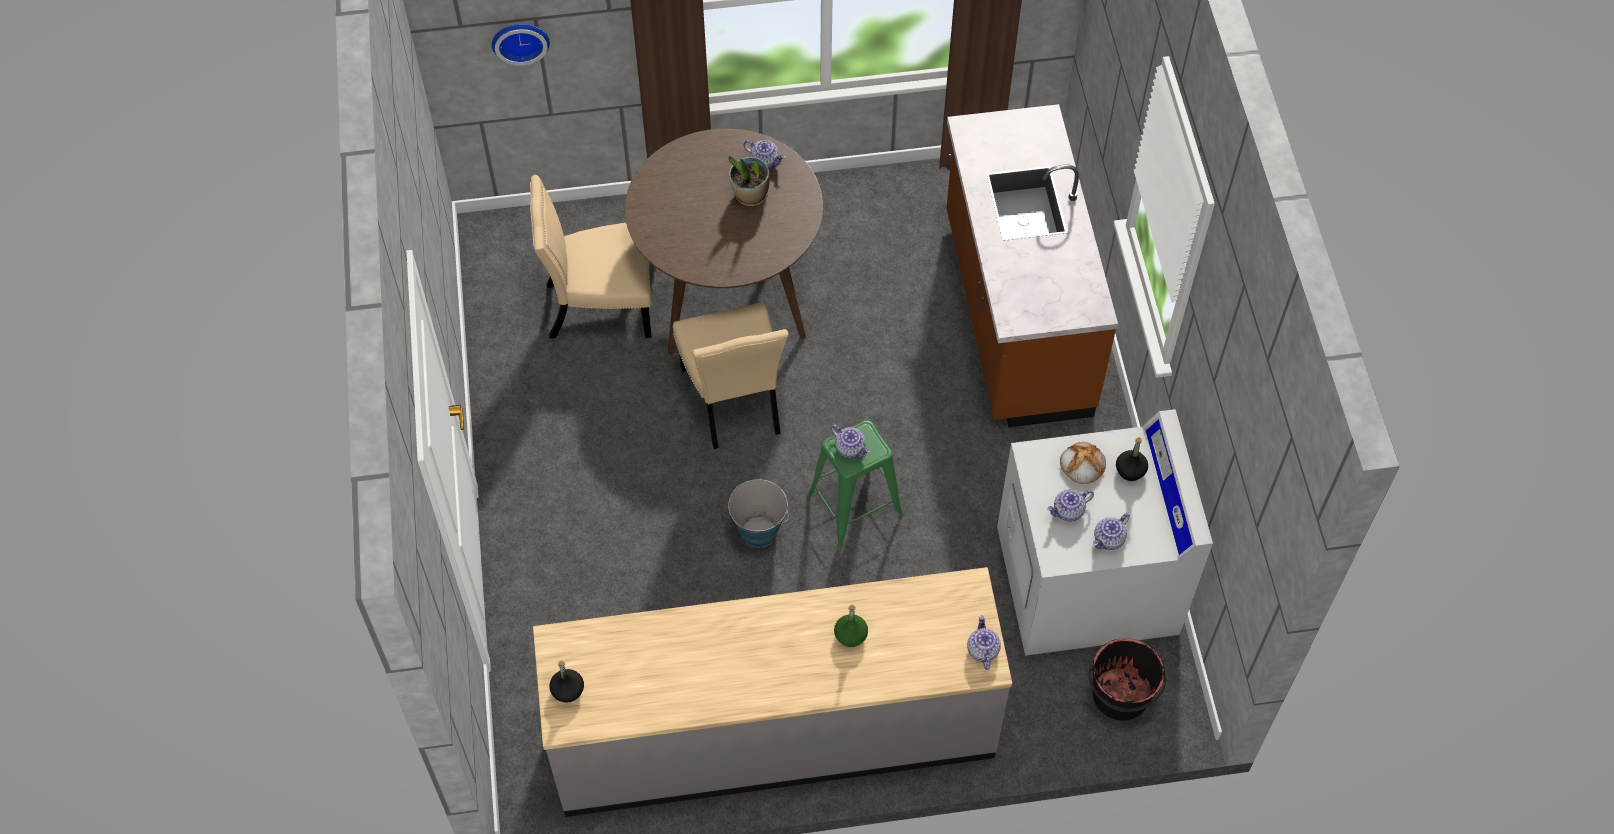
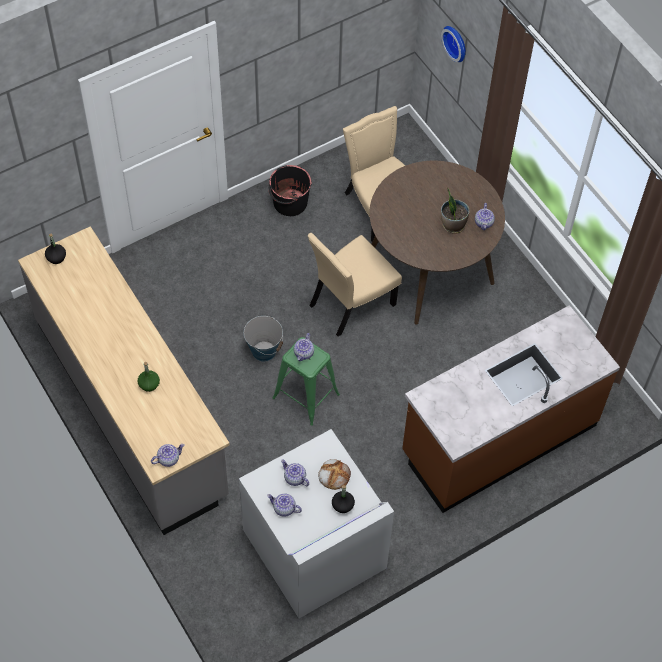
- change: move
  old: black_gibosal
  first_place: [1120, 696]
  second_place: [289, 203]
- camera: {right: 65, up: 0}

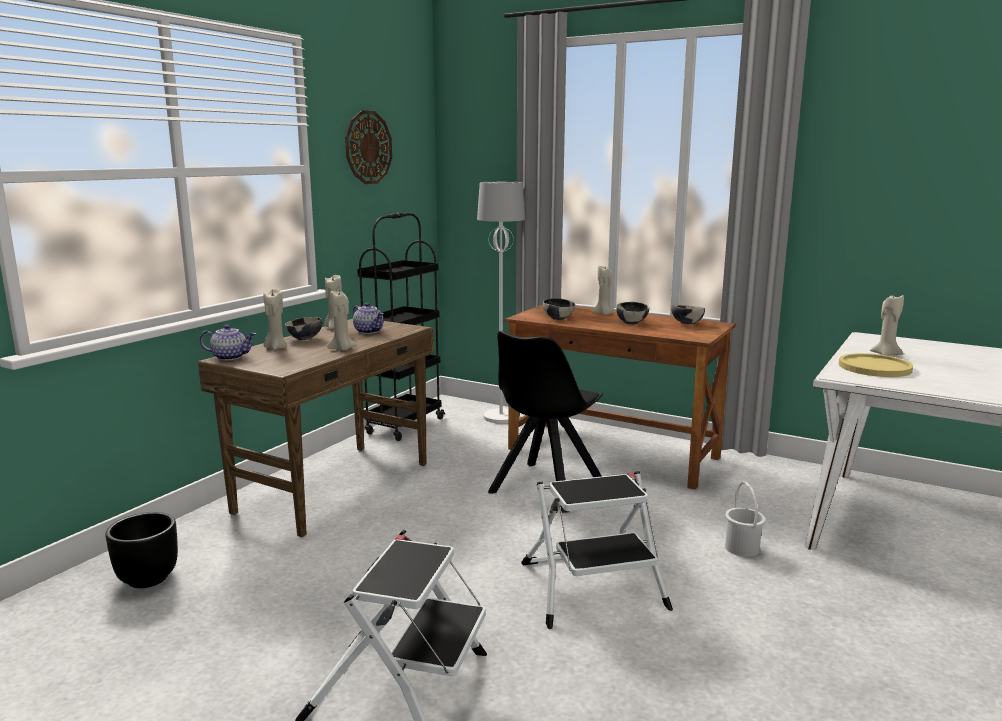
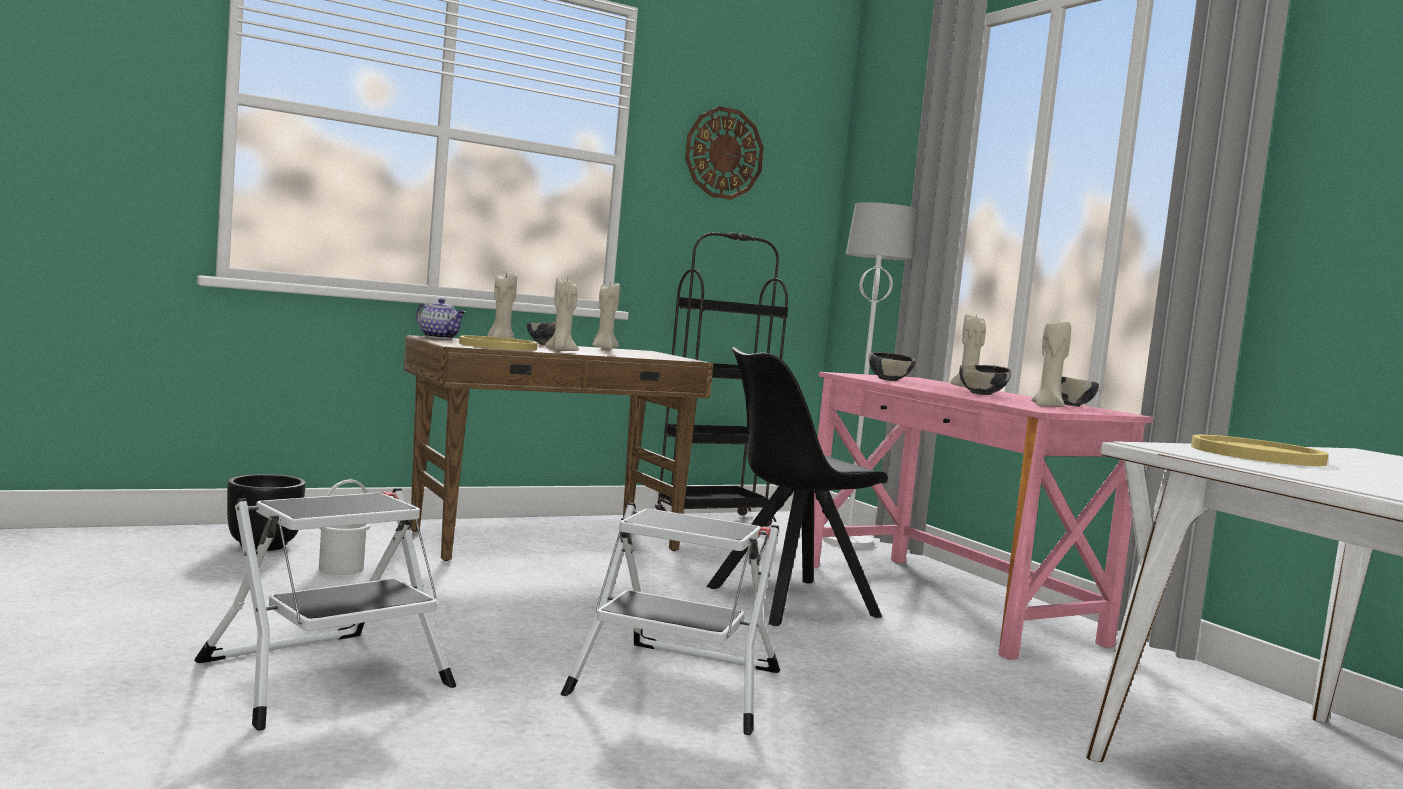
- change: delete
  old: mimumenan
  first_place: [369, 331]
- change: recolor
  old: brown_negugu
  new: pink_negugu
  first_place: [613, 453]
  second_place: [946, 602]
- change: move
  old: white_gibosal
  first_place: [741, 548]
  second_place: [340, 568]
- change: move
  old: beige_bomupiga
  first_place: [885, 354]
  second_place: [1048, 406]
- change: insert
  new: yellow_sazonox
  second_place: [498, 346]
- camera: {right: 30, up: -10}

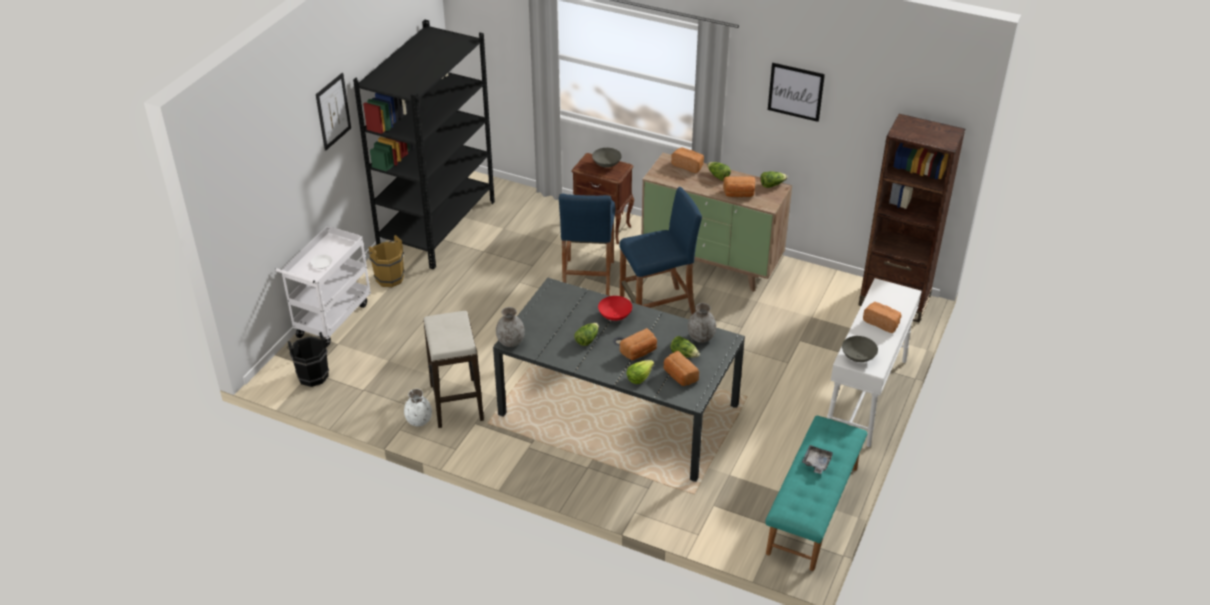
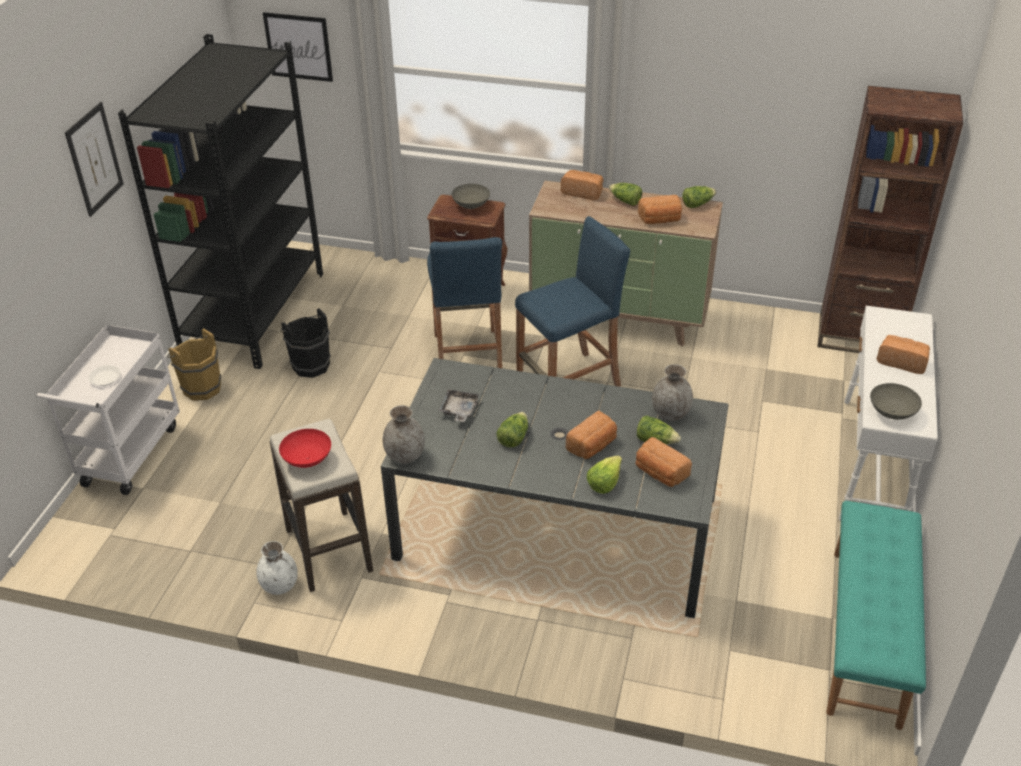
- change: move
  old: black_gibosal
  first_place: [312, 374]
  second_place: [309, 364]
- change: move
  old: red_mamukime
  first_place: [615, 316]
  second_place: [308, 460]
- change: move
  old: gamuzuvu
  first_place: [795, 91]
  second_place: [298, 47]
- change: move
  old: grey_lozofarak
  first_place: [816, 463]
  second_place: [459, 410]
- camera: {right: -10, up: 0}

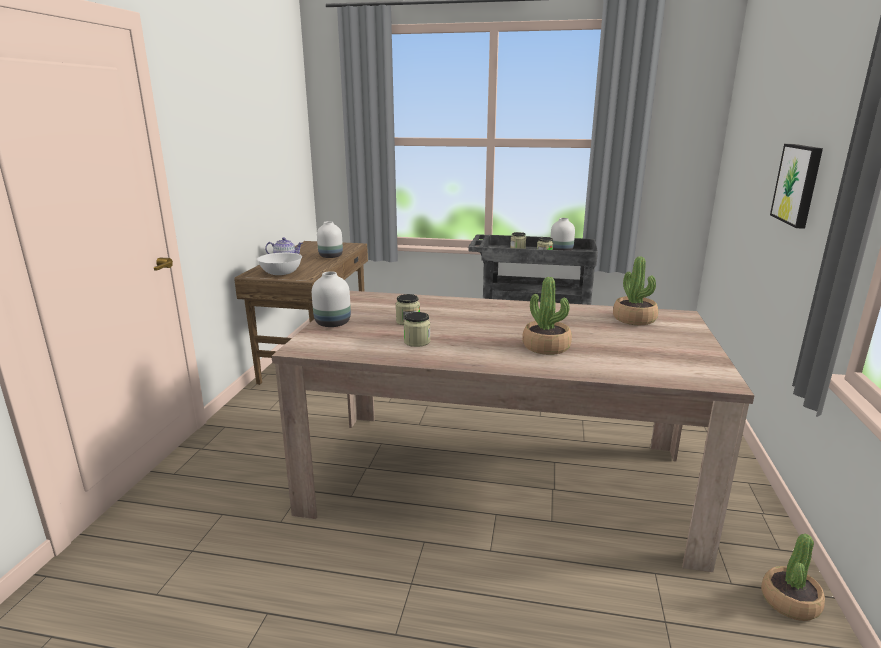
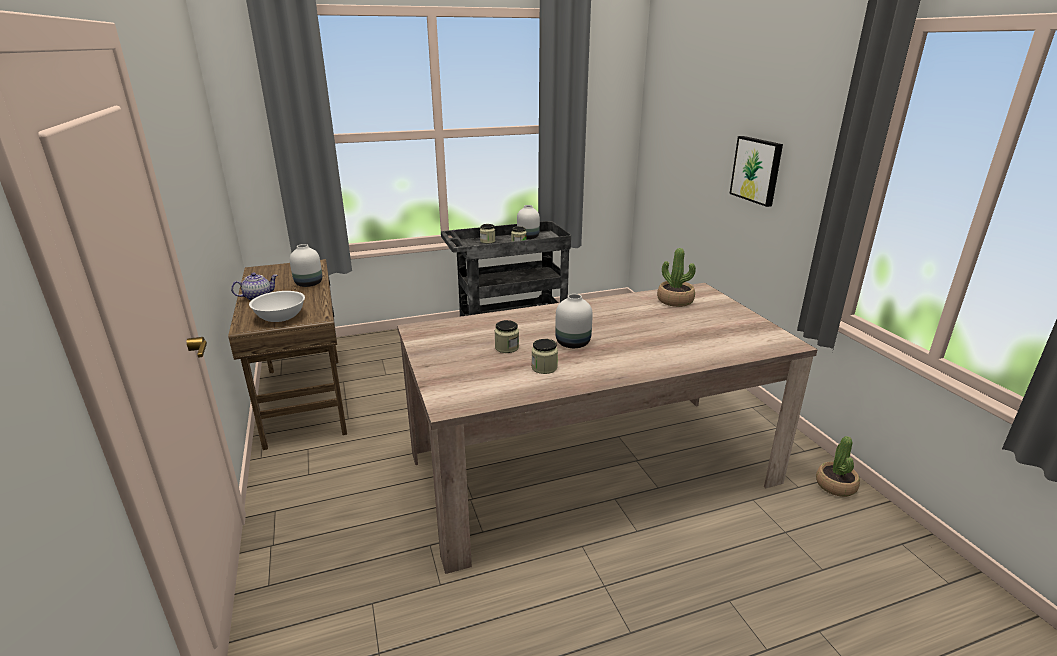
- change: move
  old: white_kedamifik
  first_place: [333, 323]
  second_place: [573, 343]
- change: delete
  old: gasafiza
  first_place: [546, 347]
- camera: {right: -30, up: 5}

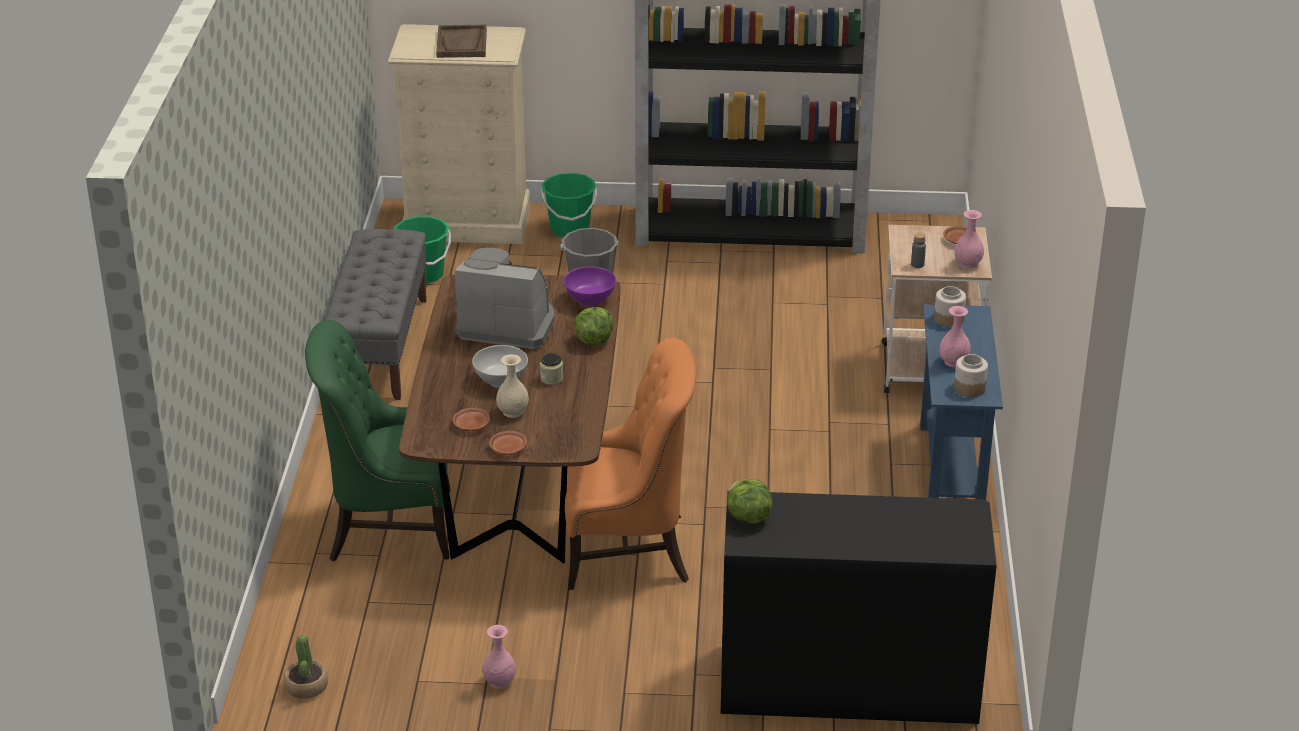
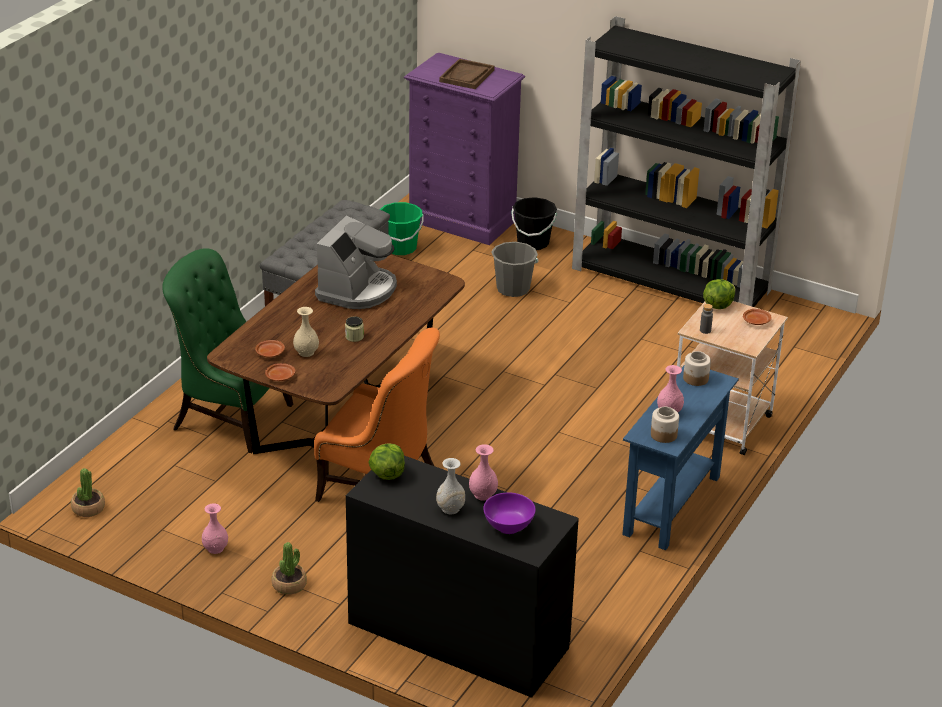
- change: recolor
  old: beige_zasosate
  new: purple_zasosate
  first_place: [468, 223]
  second_place: [462, 219]
- change: rotate
  old: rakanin
  first_place: [507, 325]
  second_place: [357, 290]
  degrees: 75
- change: delete
  old: white_mamukime
  first_place: [500, 380]
- change: recolor
  old: green_gibosal
  new: black_gibosal
  first_place: [569, 229]
  second_place: [533, 243]
- change: move
  old: purple_mamukime
  first_place: [590, 300]
  second_place: [509, 526]
- change: move
  old: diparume
  first_place: [594, 340]
  second_place: [718, 305]
- change: move
  old: pink_kedamifik
  first_place: [968, 263]
  second_place: [483, 494]
- change: insert
  new: gasafiza
  second_place: [289, 585]
- change: insert
  new: white_kedamifik
  second_place: [450, 509]
- camera: {right: 25, up: 0}

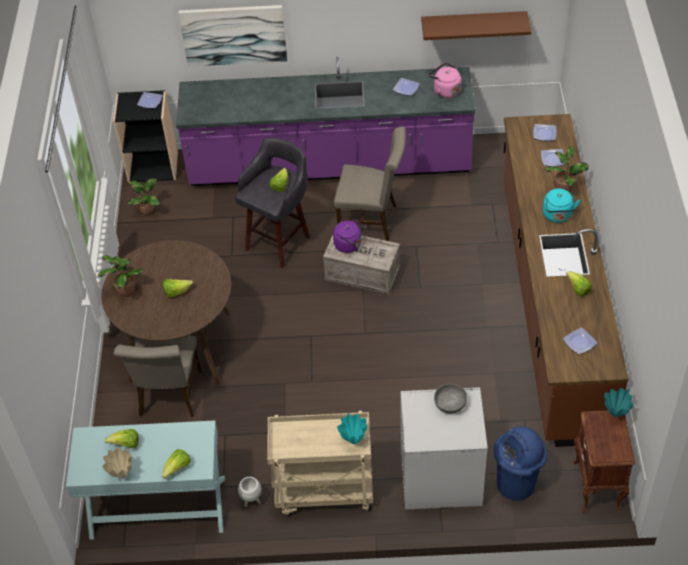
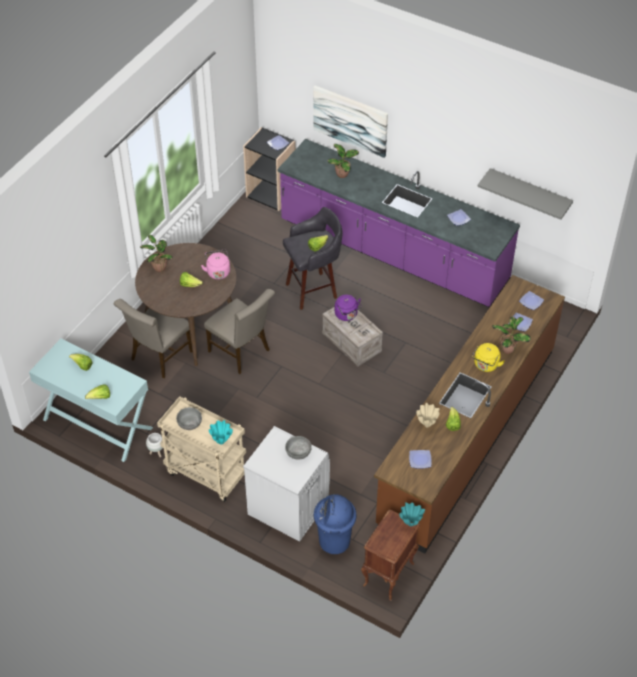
- change: move
  old: beige_kedamifik
  first_place: [122, 475]
  second_place: [427, 425]
- change: move
  old: gasafiza
  first_place: [148, 210]
  second_place: [343, 174]
- change: move
  old: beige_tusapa
  first_place: [372, 220]
  second_place: [242, 352]
- change: recolor
  old: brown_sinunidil
  new: grey_sinunidil
  first_place: [473, 24]
  second_place: [529, 192]
- change: move
  old: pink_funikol
  first_place: [445, 90]
  second_place: [218, 271]
- change: recolor
  old: turquoise_funikol
  new: yellow_funikol
  first_place: [557, 216]
  second_place: [485, 365]
- change: insert
  new: grey_mamukime
  second_place: [189, 423]
- camera: {right: 30, up: 0}

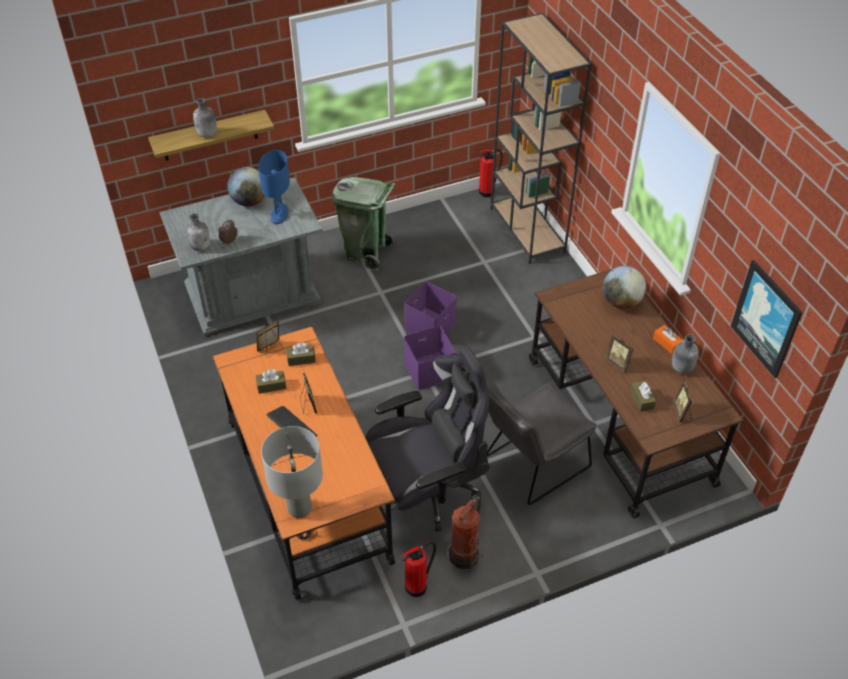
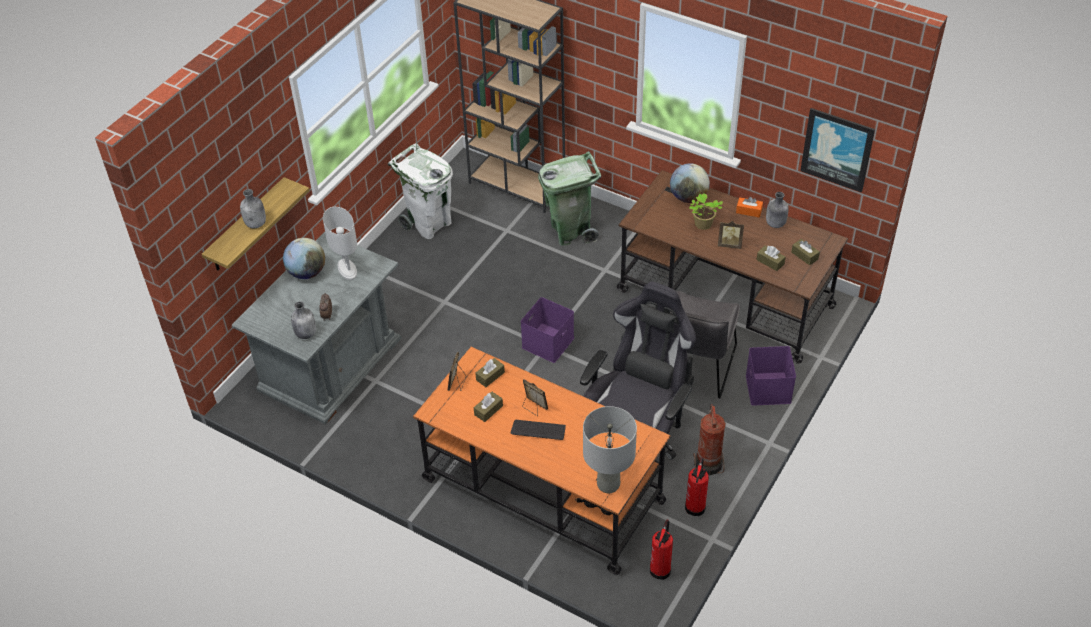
- change: recolor
  old: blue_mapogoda
  new: white_mapogoda
  first_place: [279, 214]
  second_place: [347, 270]
- change: move
  old: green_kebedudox
  first_place: [366, 252]
  second_place: [570, 231]
- change: move
  old: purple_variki
  first_place: [430, 325]
  second_place: [767, 388]
- change: move
  old: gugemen
  first_place: [488, 191]
  second_place: [661, 568]
- change: replace
  old: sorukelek
  new: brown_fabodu
  first_place: [682, 412]
  second_place: [804, 255]
- change: insert
  new: white_kebedudox
  second_place: [429, 224]
- change: insert
  new: gasafiza
  second_place: [702, 225]
- camera: {right: -35, up: 0}

